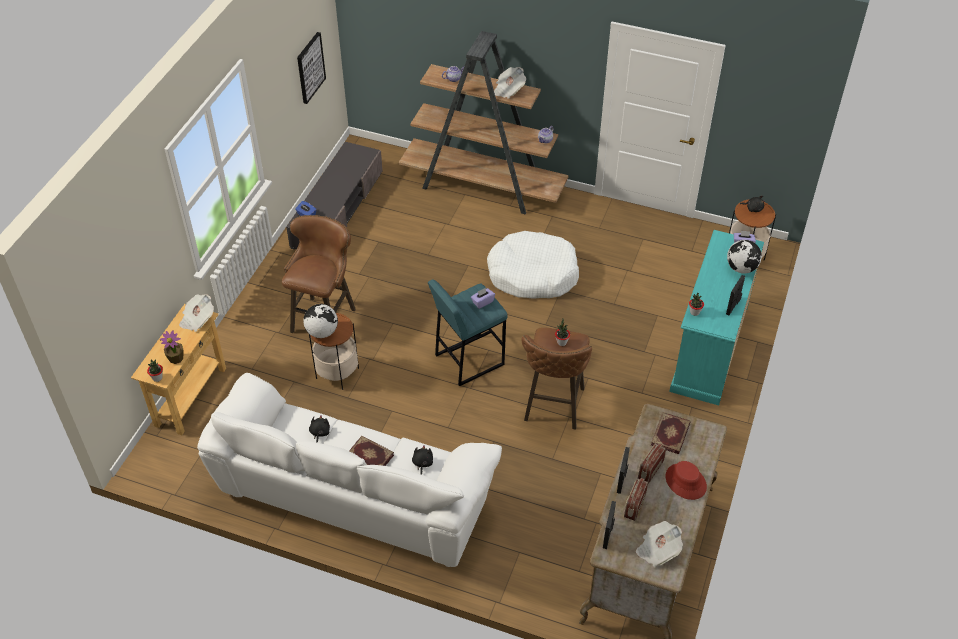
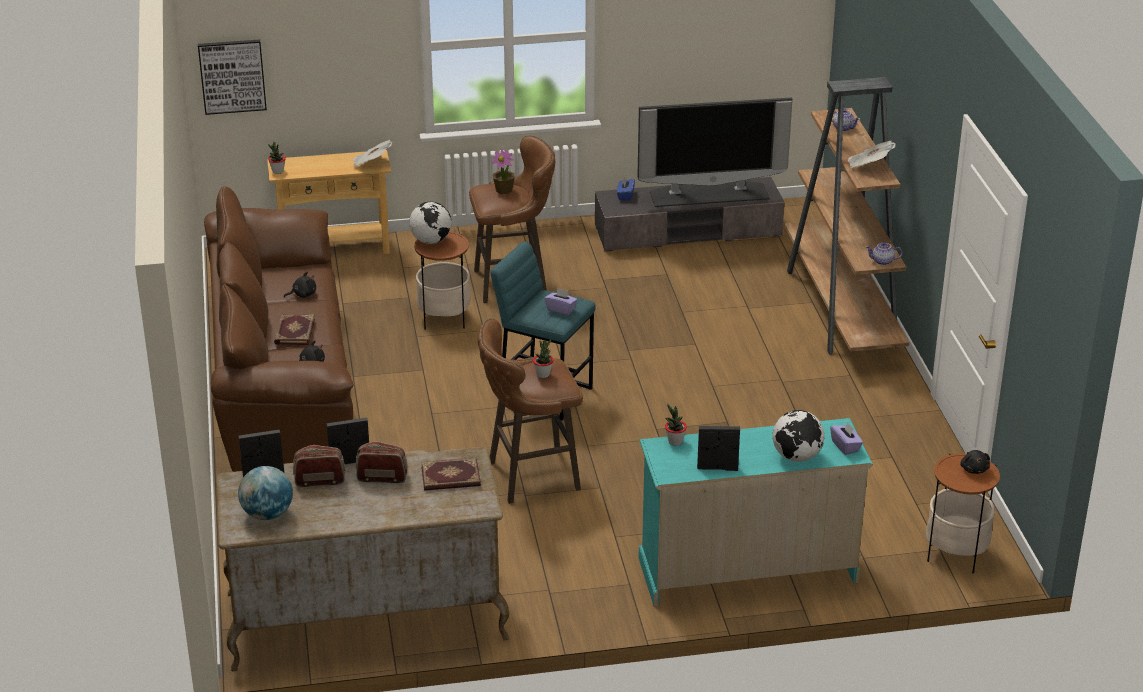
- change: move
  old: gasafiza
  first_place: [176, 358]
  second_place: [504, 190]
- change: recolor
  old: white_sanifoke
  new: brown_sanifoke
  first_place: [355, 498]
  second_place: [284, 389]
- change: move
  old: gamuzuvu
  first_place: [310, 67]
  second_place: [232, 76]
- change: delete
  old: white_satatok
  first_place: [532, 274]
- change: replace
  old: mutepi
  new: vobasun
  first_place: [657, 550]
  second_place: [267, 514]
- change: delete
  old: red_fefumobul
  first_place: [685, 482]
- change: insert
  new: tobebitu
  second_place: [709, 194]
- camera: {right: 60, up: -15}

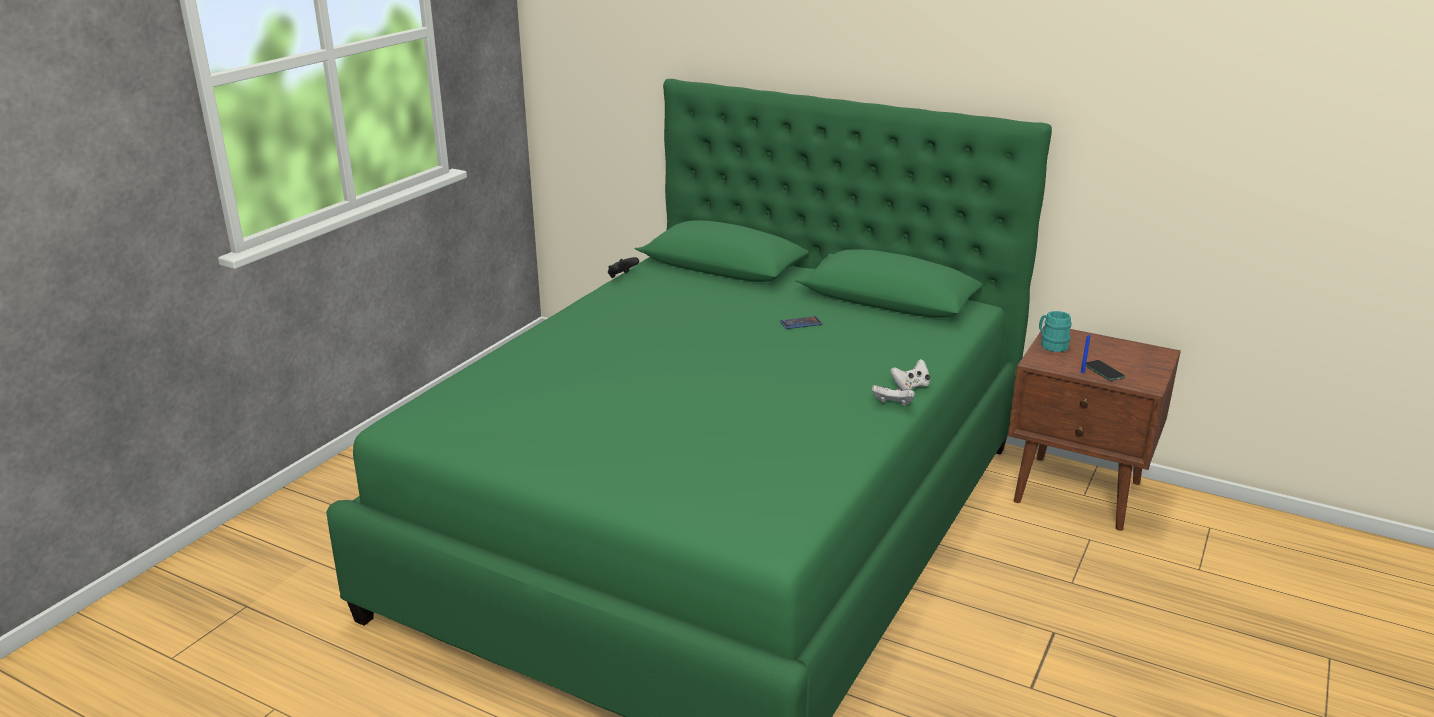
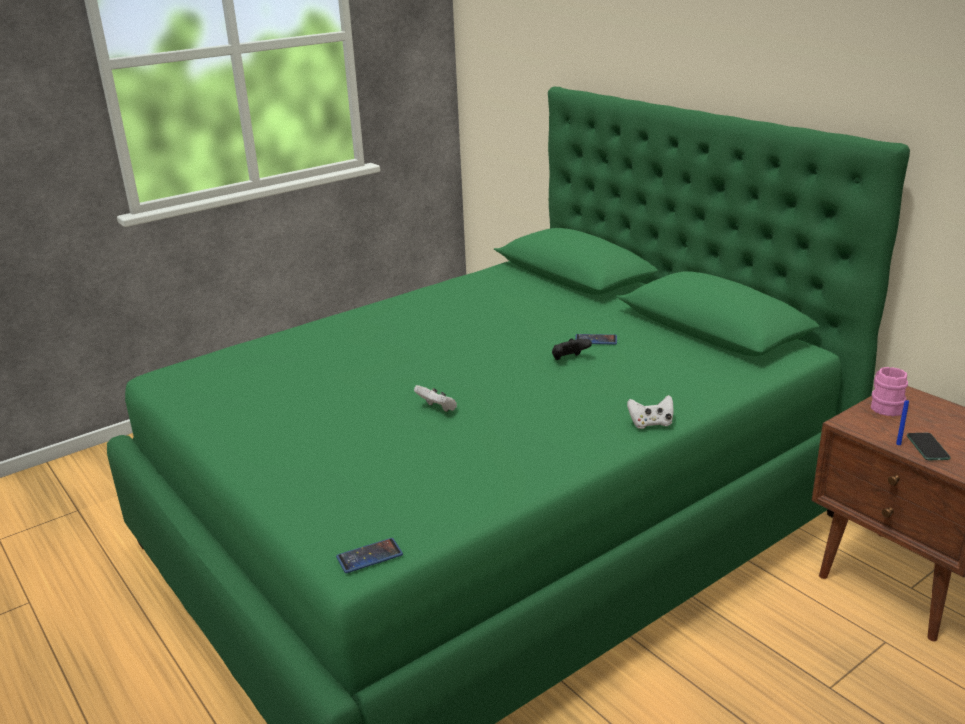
- change: move
  old: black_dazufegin
  first_place: [622, 276]
  second_place: [569, 360]
- change: move
  old: white_dazufegin
  first_place: [892, 405]
  second_place: [437, 409]
- change: recolor
  old: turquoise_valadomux
  new: pink_valadomux
  first_place: [1051, 345]
  second_place: [883, 406]
- change: insert
  new: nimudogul
  second_place: [369, 556]
- camera: {right: 25, up: 0}

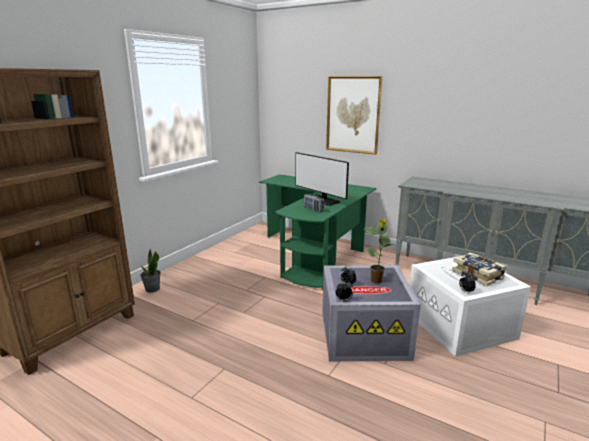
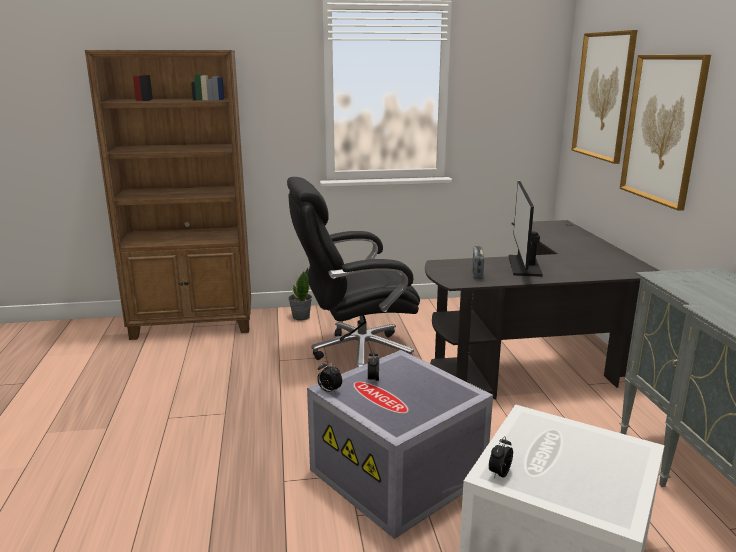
- change: recolor
  old: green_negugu
  new: black_negugu
  first_place: [316, 252]
  second_place: [540, 357]
- change: delete
  old: gasafiza
  first_place: [376, 281]
- change: delete
  old: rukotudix
  first_place: [478, 275]
- change: insert
  new: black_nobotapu
  second_place: [356, 353]
- change: insert
  new: gamuzuvu
  second_place: [603, 96]
- camera: {right: 50, up: 0}

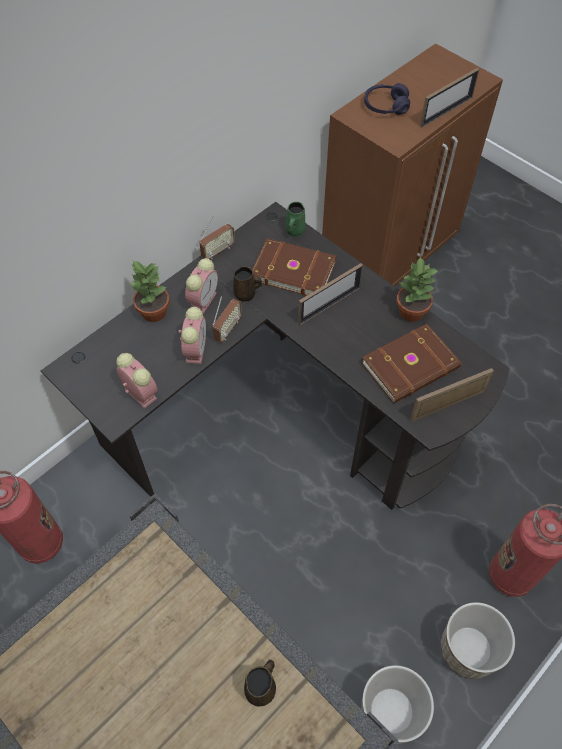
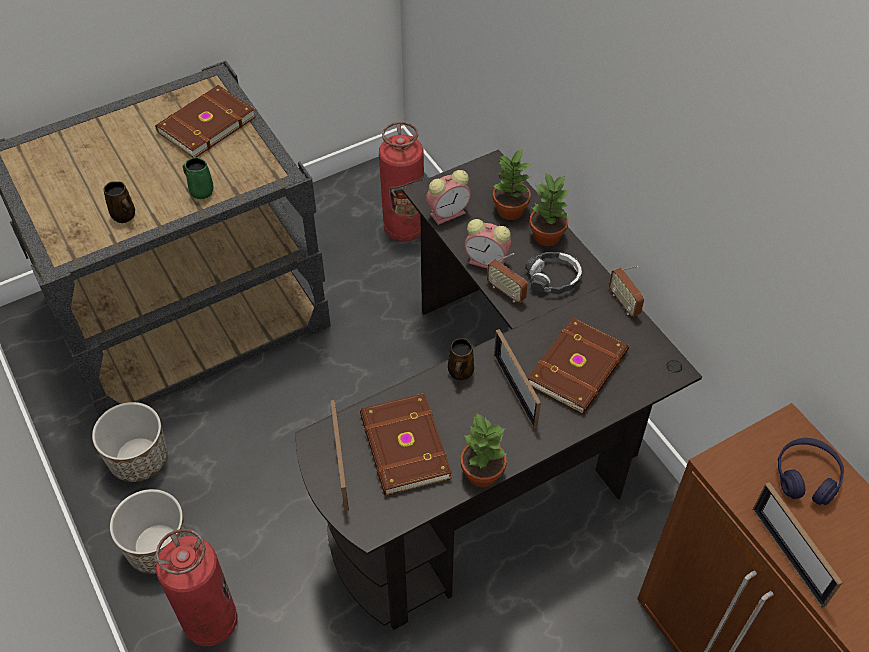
- change: replace
  old: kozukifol
  new: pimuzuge
  first_place: [203, 299]
  second_place: [553, 278]
- change: move
  old: brown_valadomux
  first_place: [246, 295]
  second_place: [460, 372]
- change: move
  old: green_valadomux
  first_place: [294, 231]
  second_place: [200, 191]
- change: insert
  new: brown_rukotudix
  second_place: [205, 124]
- change: insert
  new: gasafiza
  second_place: [509, 210]
- camera: {right: 105, up: -5}

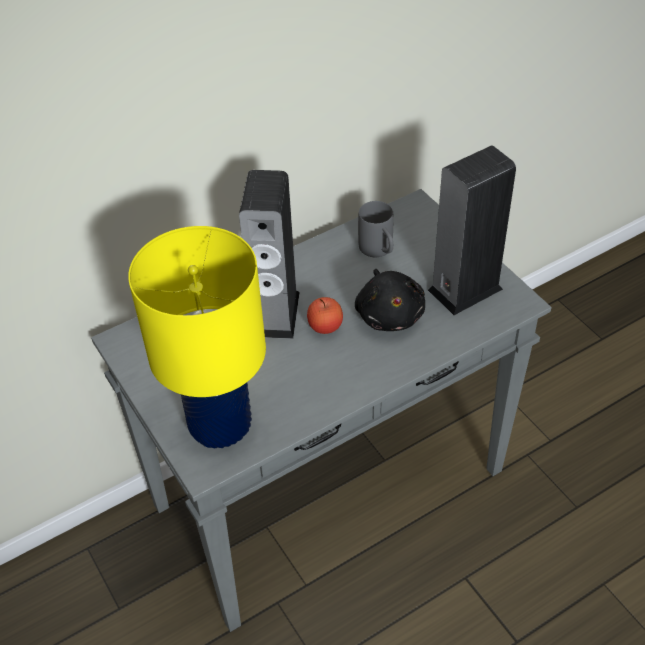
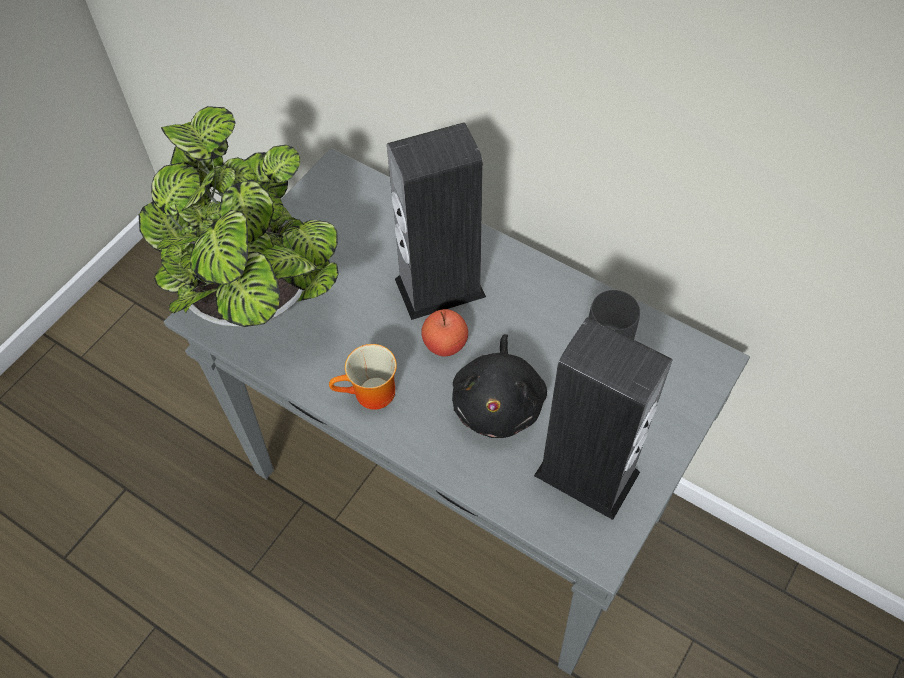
- change: replace
  old: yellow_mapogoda
  new: gasafiza
  first_place: [220, 427]
  second_place: [257, 306]
- change: rotate
  old: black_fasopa
  first_place: [389, 314]
  second_place: [498, 403]
  degrees: -45
- change: insert
  new: valadomux
  second_place: [371, 396]
- camera: {right: 65, up: 10}

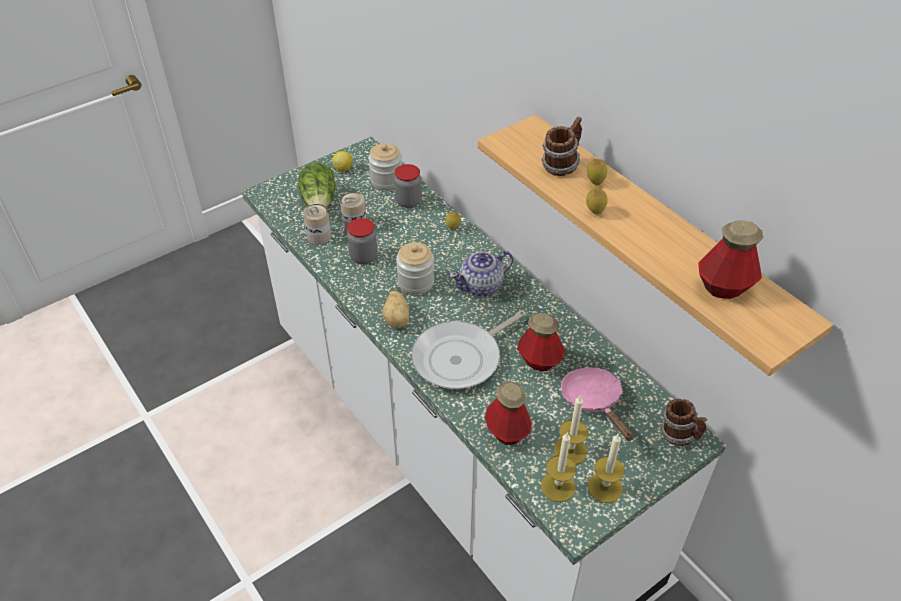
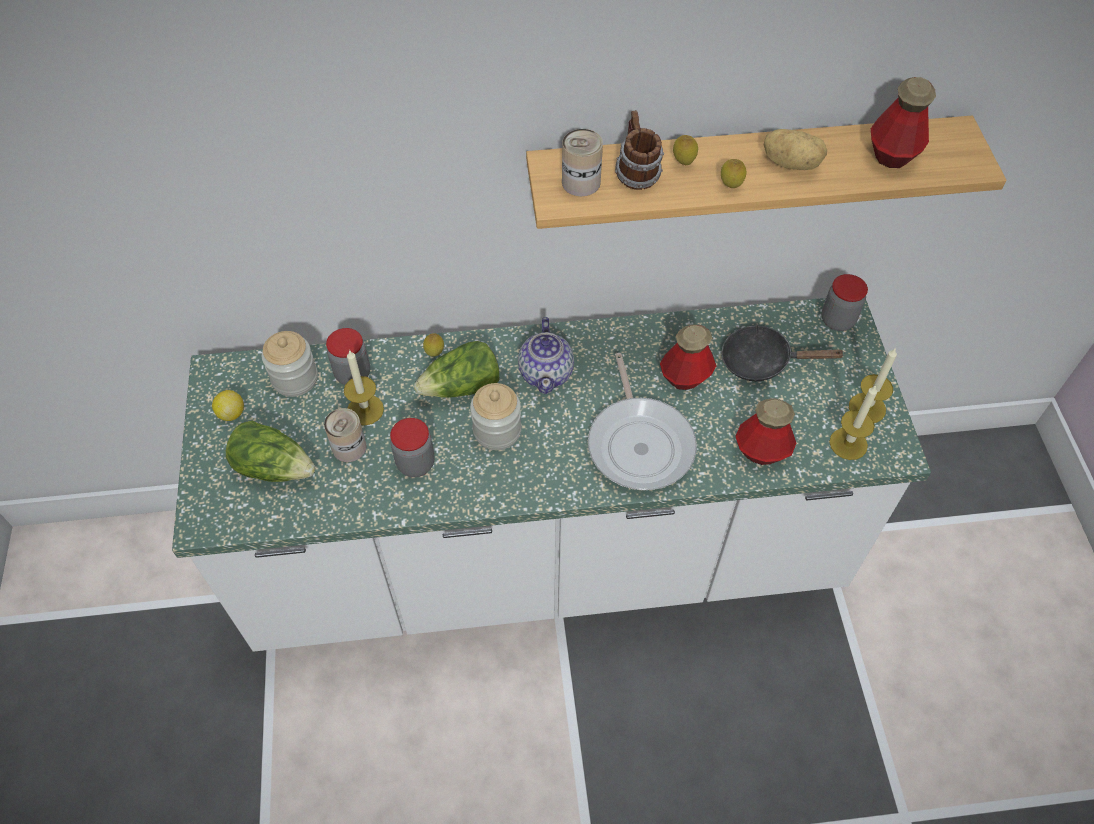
- change: move
  old: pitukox
  first_place: [319, 236]
  second_place: [581, 182]
- change: move
  old: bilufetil
  first_place: [397, 319]
  second_place: [791, 163]
- change: move
  old: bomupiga
  first_place: [570, 450]
  second_place: [365, 410]
- change: recolor
  old: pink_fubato
  new: black_fubato
  first_place: [594, 401]
  second_place: [762, 361]
- change: replace
  old: valadomux
  new: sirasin
  first_place: [679, 435]
  second_place: [837, 320]
- change: insert
  new: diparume
  second_place: [462, 387]
- camera: {right: -60, up: 10}

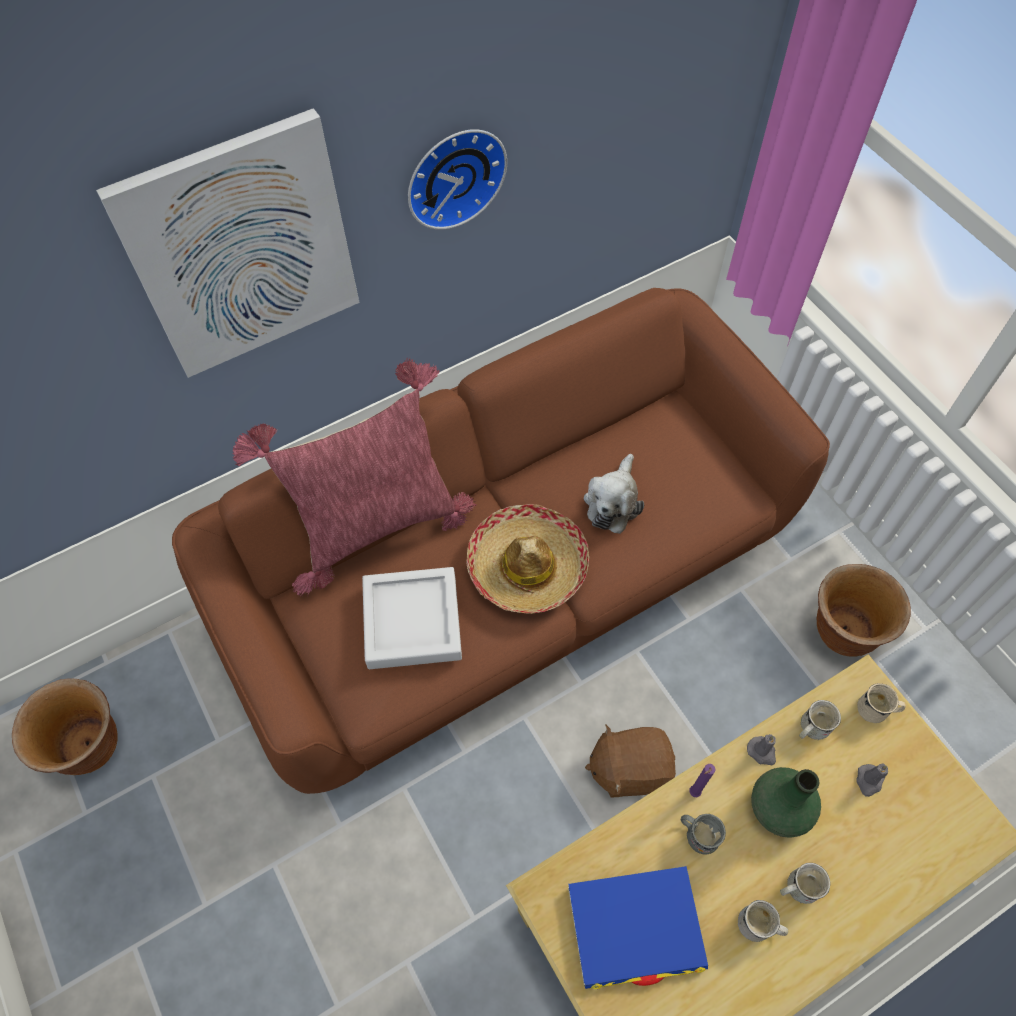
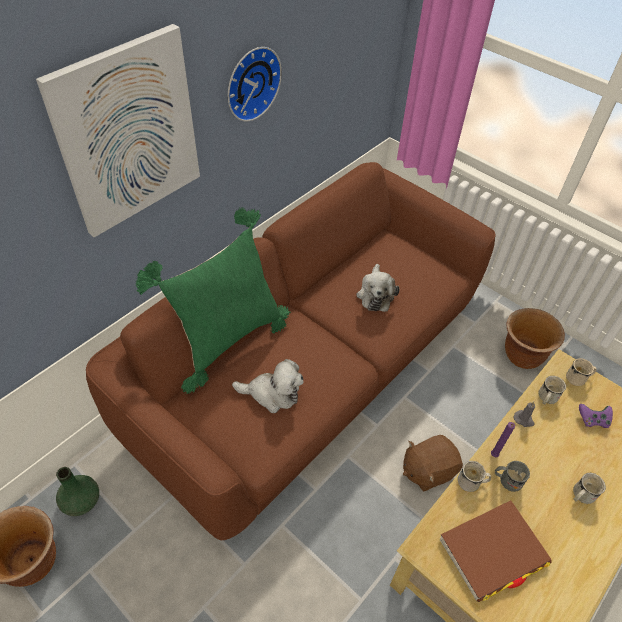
- change: recolor
  old: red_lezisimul
  new: green_lezisimul
  first_place: [376, 530]
  second_place: [226, 344]
- change: replace
  old: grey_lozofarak
  new: fasopa
  first_place: [412, 622]
  second_place: [272, 393]
- change: delete
  old: fefumobul
  first_place: [527, 566]
- change: recolor
  old: blue_rukotudix
  new: brown_rukotudix
  first_place: [635, 927]
  second_place: [493, 551]
- change: move
  old: white_valadomux
  first_place: [760, 926]
  second_place: [472, 482]
- change: move
  old: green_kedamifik
  first_place: [779, 808]
  second_place: [81, 501]
- change: replace
  old: grey_bomupiga
  new: purple_dazufegin
  first_place: [869, 781]
  second_place: [592, 420]
- camera: {right: -20, up: -10}

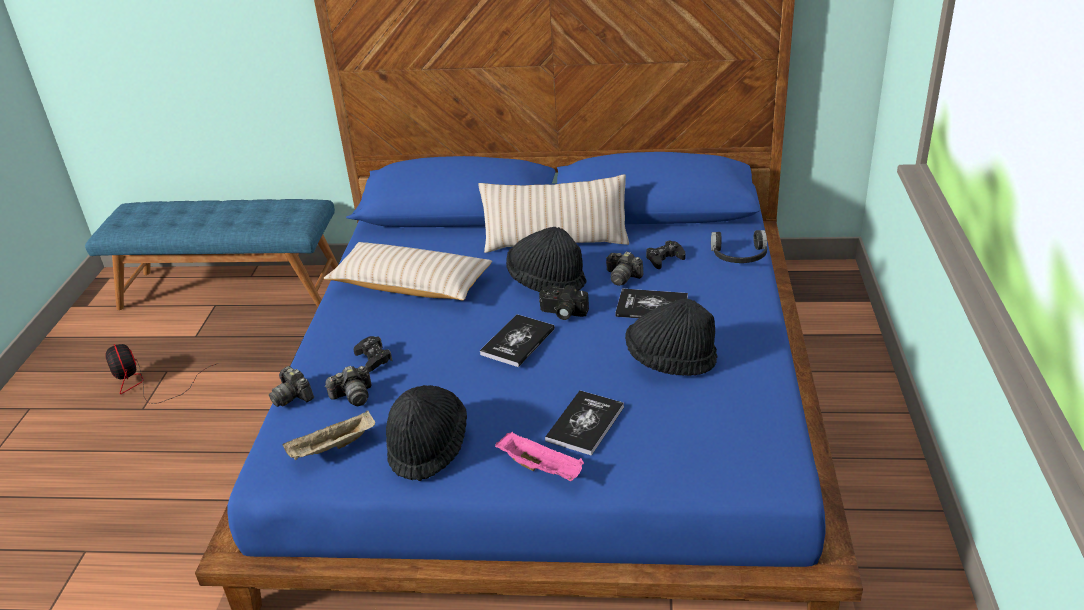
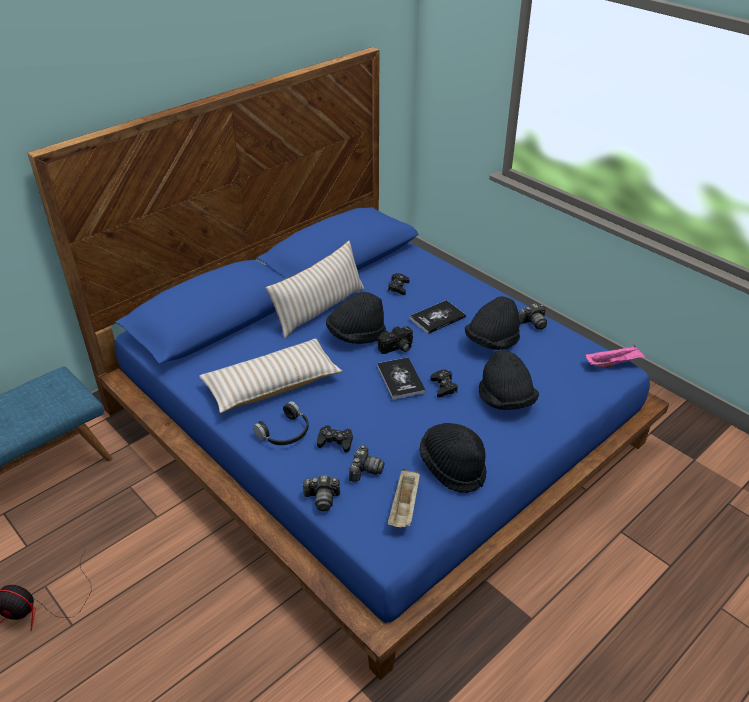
- change: move
  old: pink_lozofarak
  first_place: [542, 468]
  second_place: [613, 363]
- change: replace
  old: rukotudix
  new: black_fefumobul
  first_place: [585, 423]
  second_place: [505, 400]
- change: move
  old: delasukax
  first_place: [622, 277]
  second_place: [533, 323]
- change: move
  old: black_pimuzuge
  first_place: [739, 256]
  second_place: [285, 433]
- change: insert
  new: black_dazufegin
  second_place: [443, 387]
- camera: {right: -50, up: 5}

